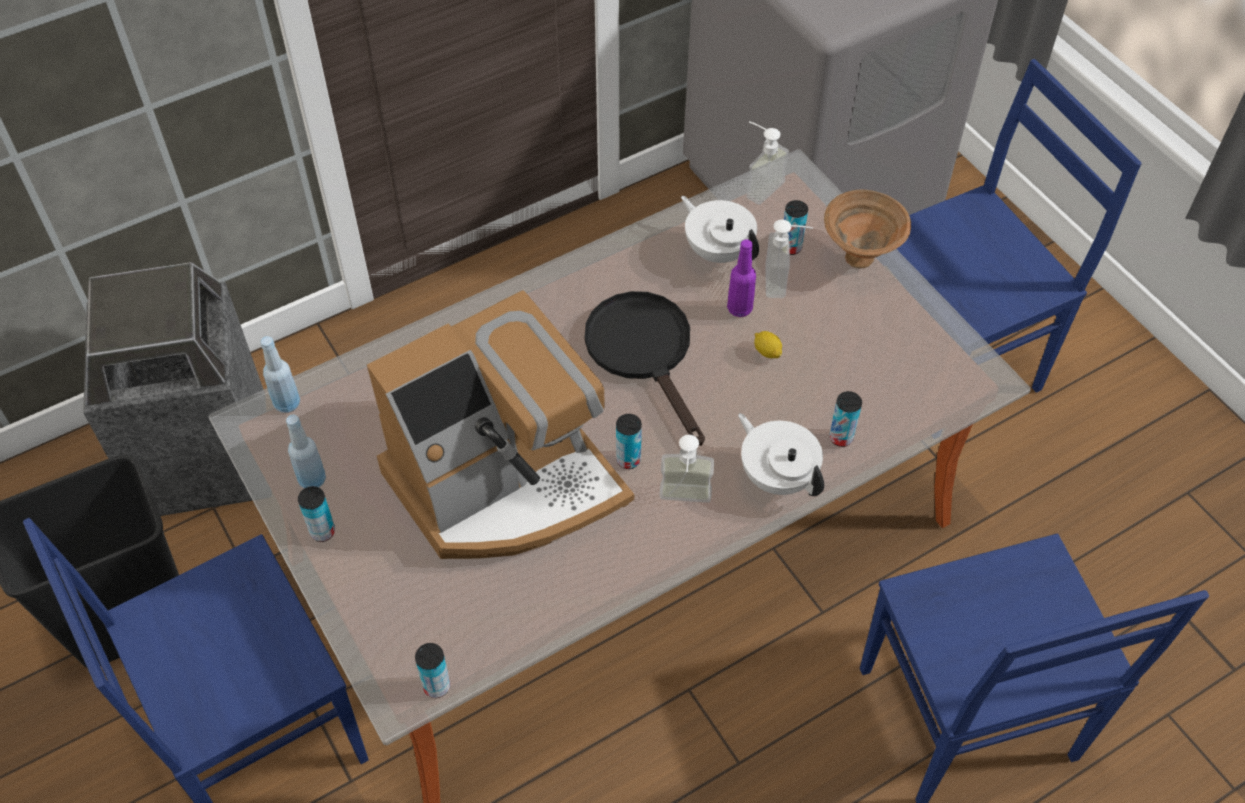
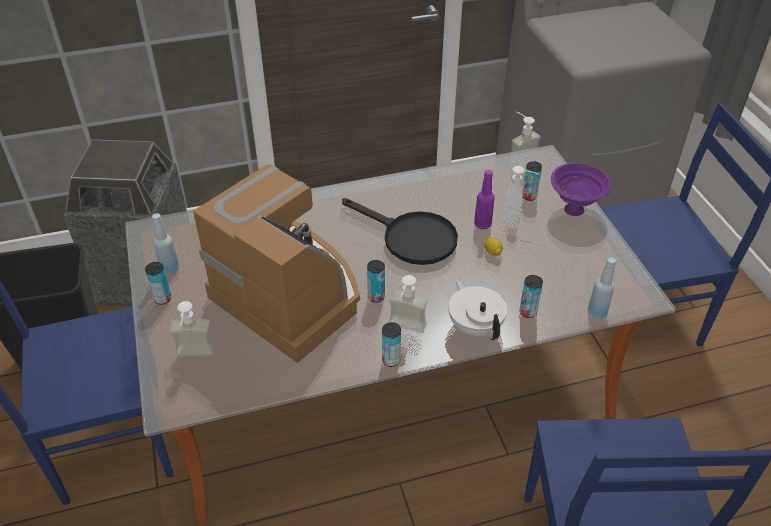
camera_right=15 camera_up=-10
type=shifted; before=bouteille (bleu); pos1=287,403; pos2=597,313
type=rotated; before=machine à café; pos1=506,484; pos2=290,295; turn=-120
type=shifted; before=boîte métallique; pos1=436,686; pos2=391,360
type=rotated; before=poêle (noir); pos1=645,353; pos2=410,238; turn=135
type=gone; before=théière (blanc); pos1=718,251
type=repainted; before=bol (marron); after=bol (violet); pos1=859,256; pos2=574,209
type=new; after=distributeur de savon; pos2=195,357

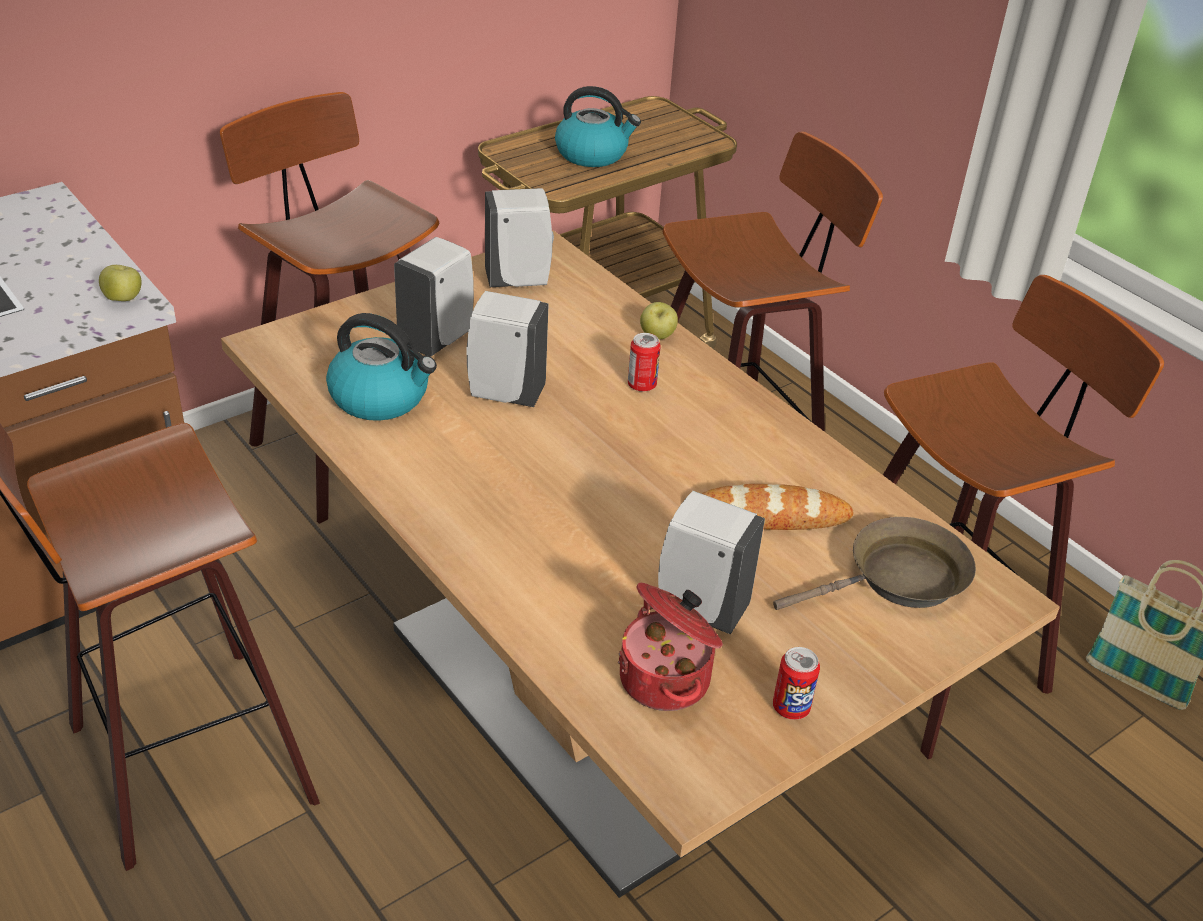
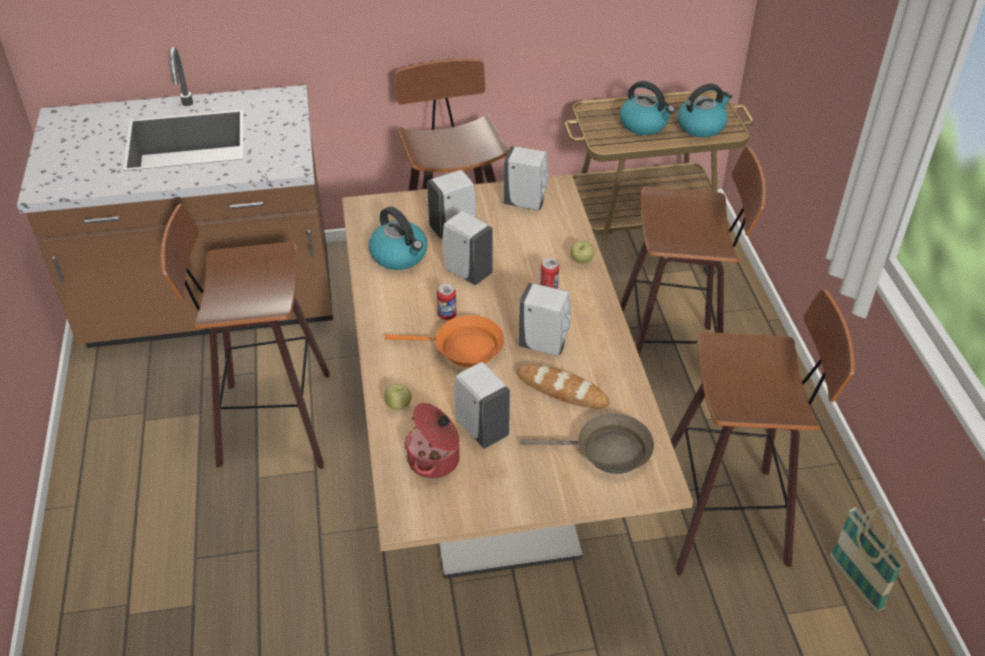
camera_right=30 camera_up=5
type=shifted; before=pomme; pos1=123,299; pos2=398,405
type=shifted; before=boîte métallique; pos1=791,708; pos2=447,315
type=new; after=poêle (orange); pos2=463,349
type=new; after=distributeur de savon (blanc); pos2=545,345
type=new; after=bouilloire; pos2=701,126

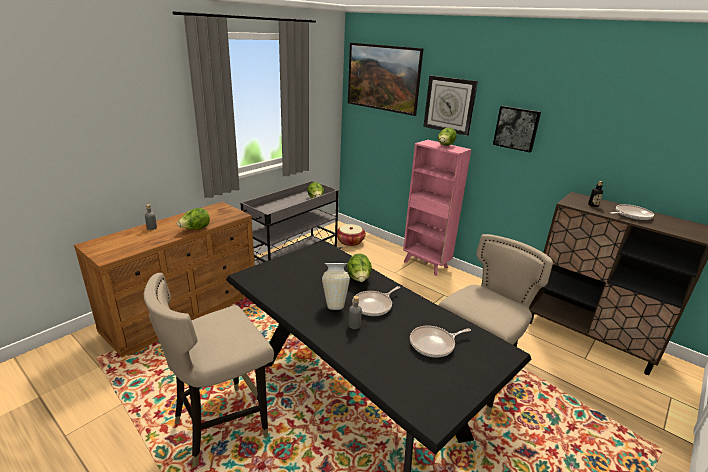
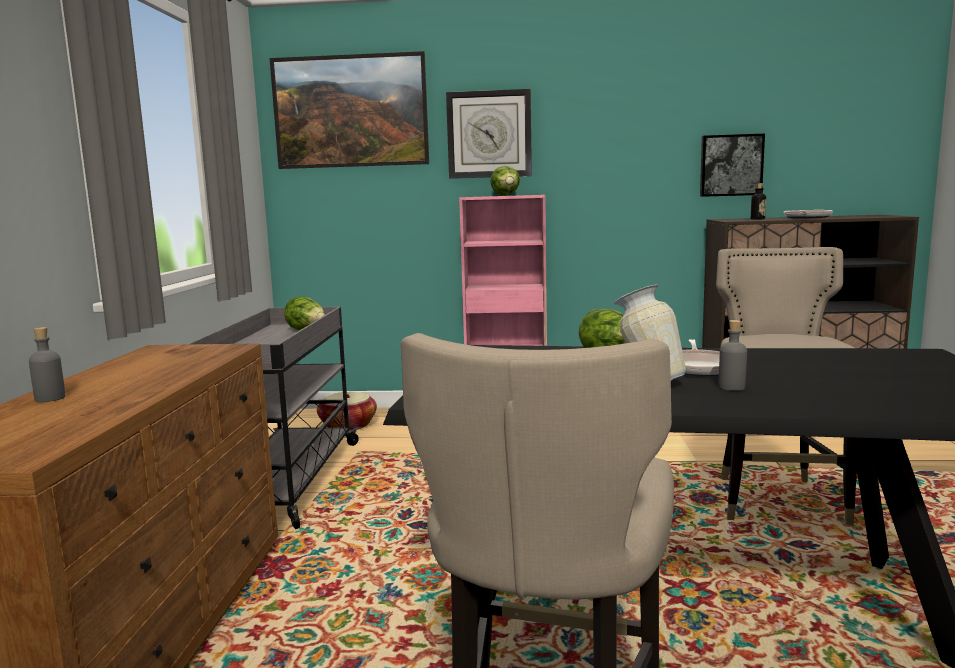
camera_right=-35 camera_up=-15
type=gone; before=laitue; pos1=195,229
type=gone; before=poêle; pos1=434,344
type=shifted; before=tableau; pos1=516,128; pos2=730,165

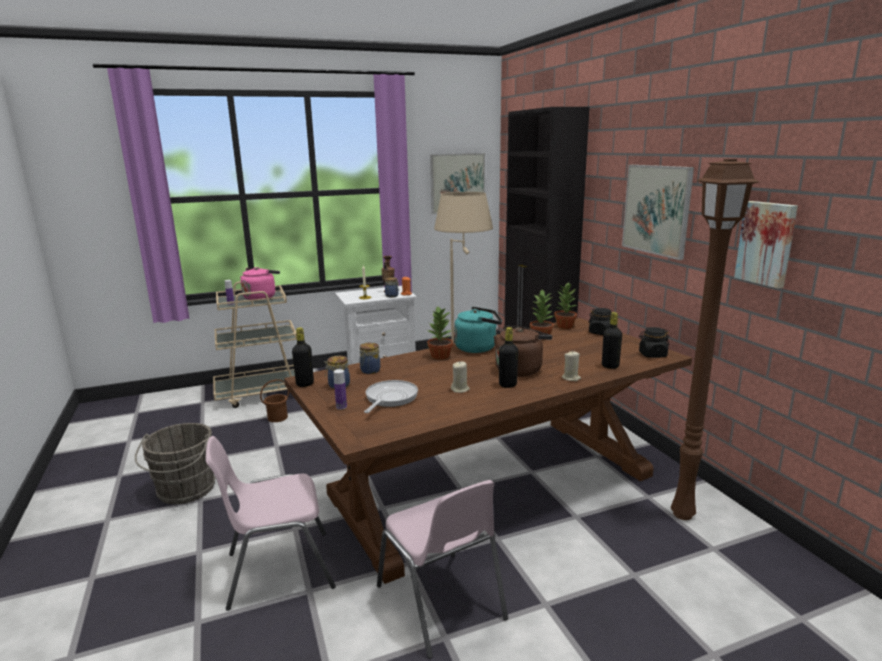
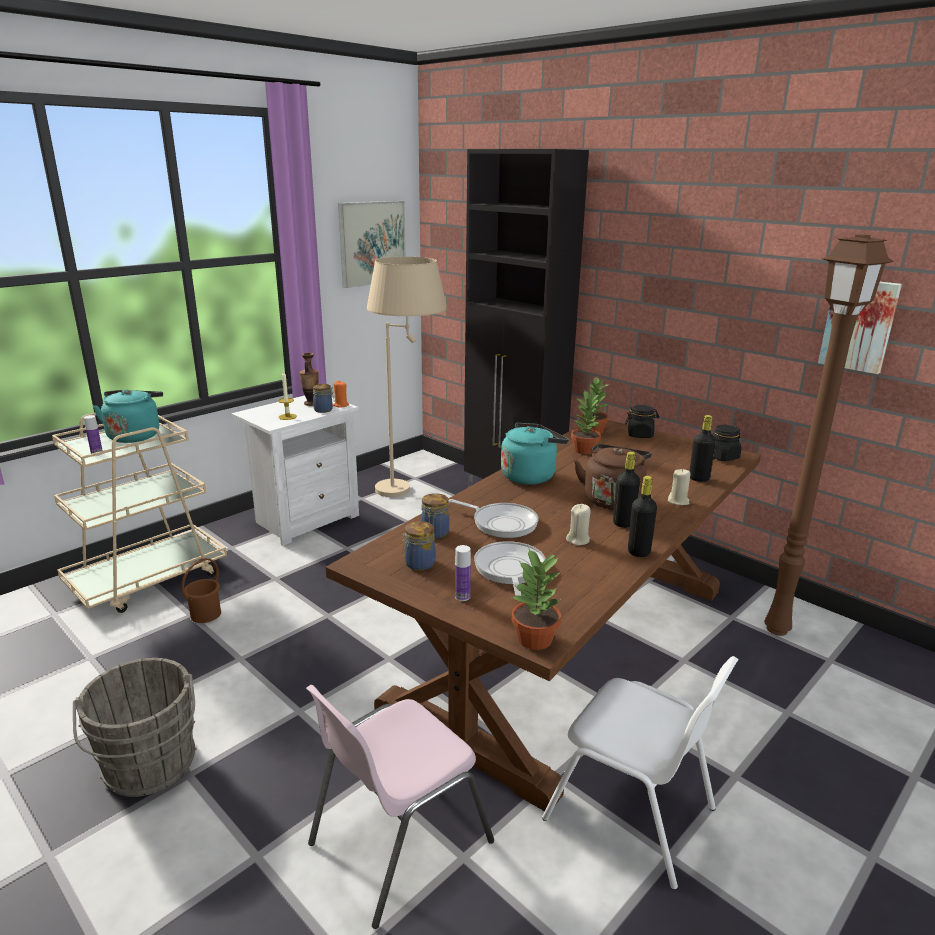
camera_right=-25 camera_up=5
type=repainted; before=bouilloire (rose); after=bouilloire (turquoise); pos1=261,297; pos2=135,435
type=shifted; before=bouteille (noir); pos1=305,384; pos2=639,552
type=repainted; before=chaise (rose); after=chaise (blanc); pos1=441,603; pos2=632,814
type=shifted; before=plante en pot; pos1=440,356; pos2=535,639
type=gone; before=tableau; pos1=656,210
type=new; after=poêle; pos2=501,523

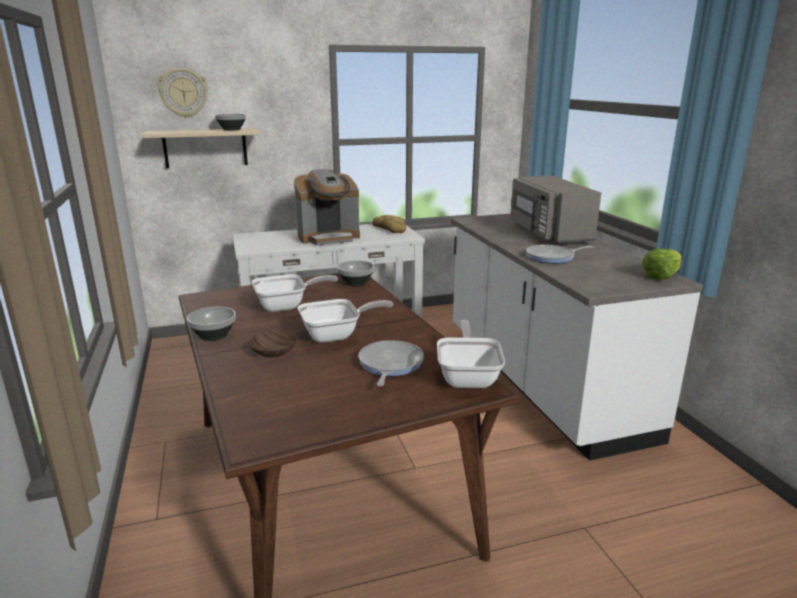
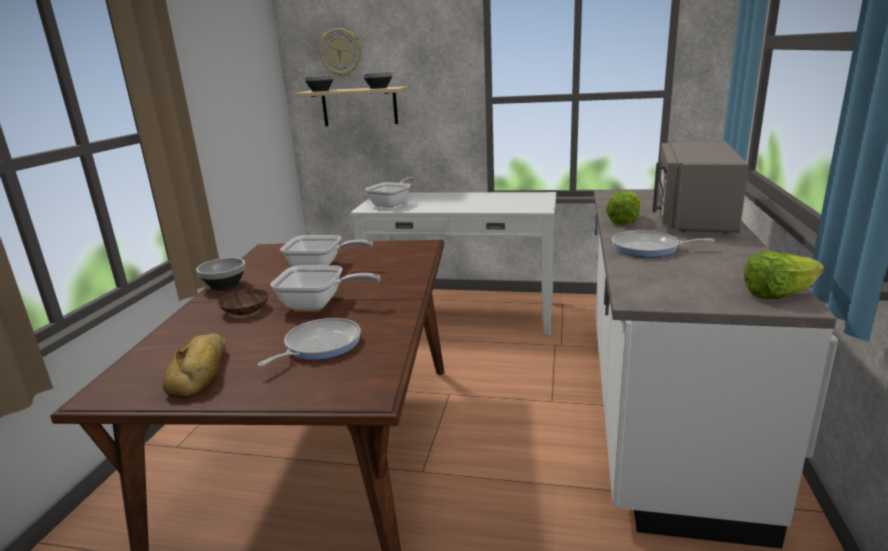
camera_right=30 camera_up=0
type=gone; before=machine à café; pos1=328,237
type=shifted; before=bol; pos1=355,283; pos2=320,90
type=shifted; before=pain; pos1=389,229; pos2=202,371
type=shifted; before=poêle; pos1=468,376; pos2=392,204
type=new; after=laitue; pos2=624,221

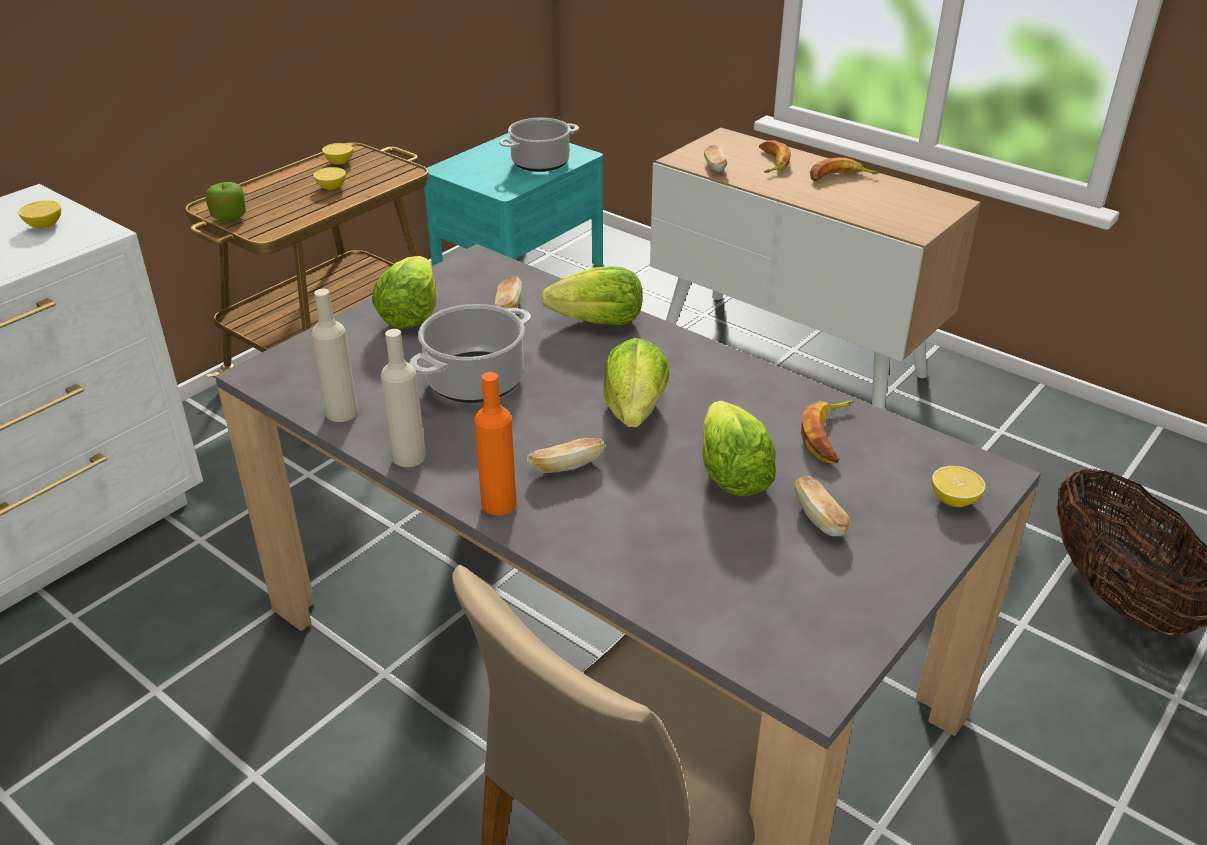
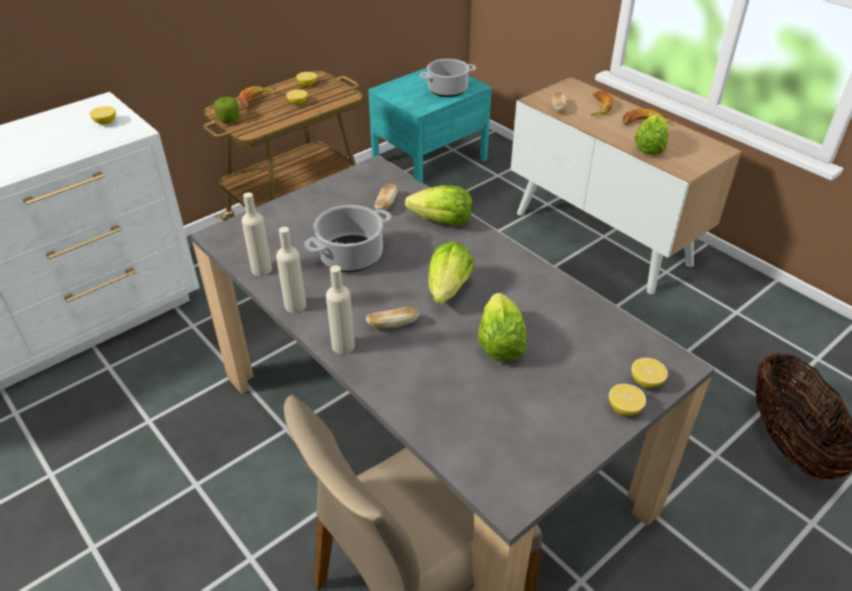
camera_right=10 camera_up=5
type=shifted; before=laitue; pos1=410,315; pos2=649,148
type=repainted; before=bouteille (orange); after=bouteille (beige); pos1=499,504; pos2=343,346
type=gone; before=pain; pos1=819,519
type=shifted; before=banane; pos1=828,436; pos2=256,100
type=new; after=citron; pos2=624,408

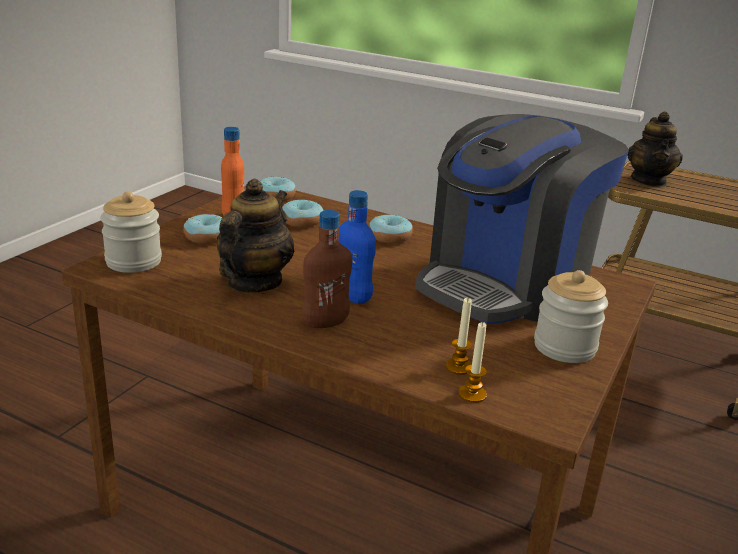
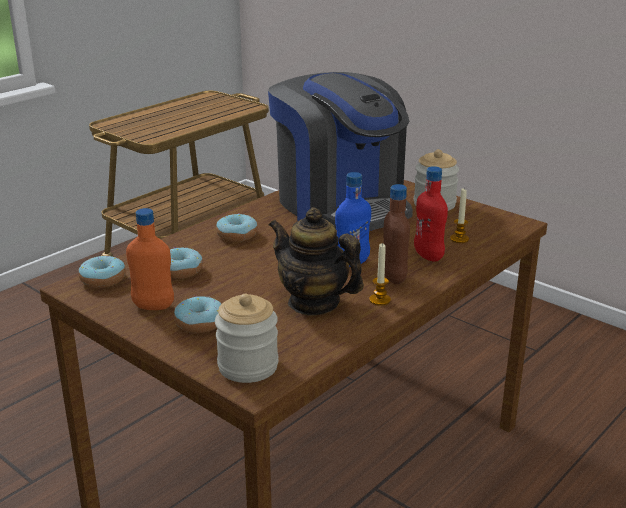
camera_right=-75 camera_up=0
type=shifted; before=bougie; pos1=472,394; pos2=379,300
type=gone; before=théière; pos1=649,181
type=new; after=bouteille (rouge); pos2=428,256

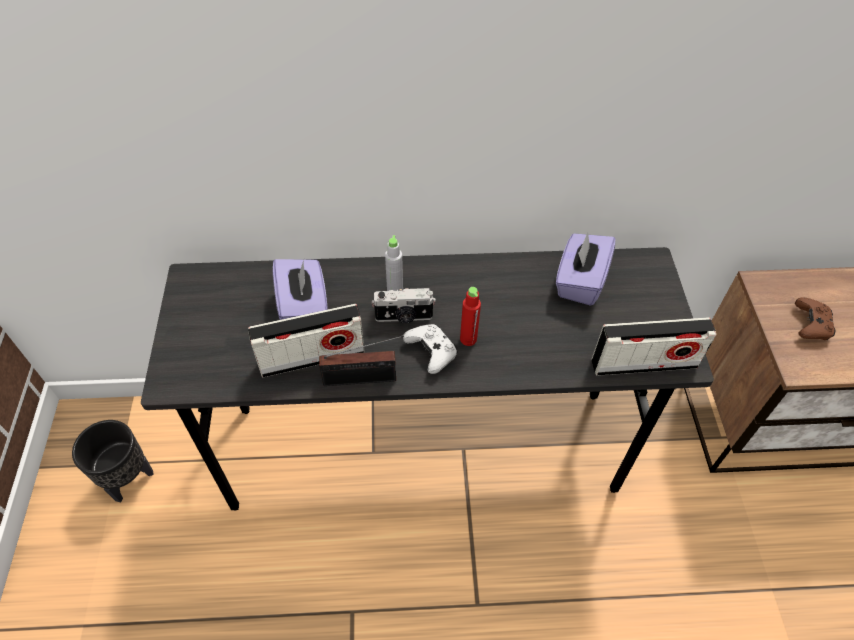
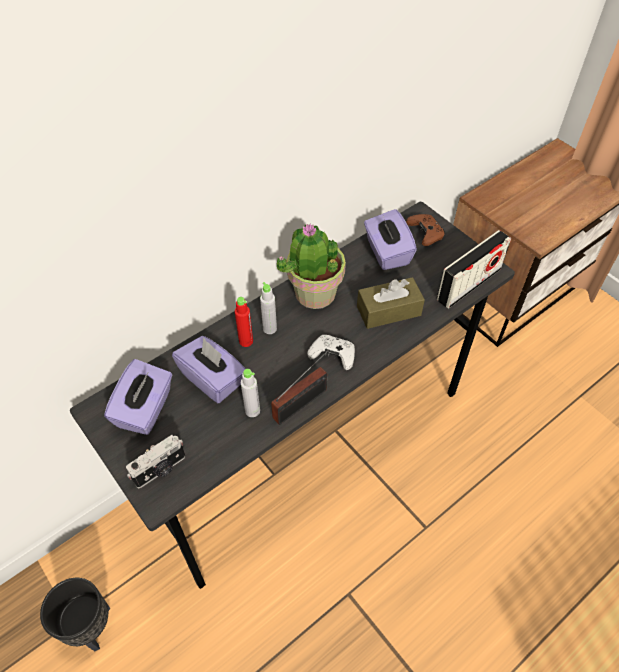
camera_right=-35 camera_up=0
type=swapped; before=radio; after=bouteille (gris); pos1=312,357; pos2=252,410
type=shifted; before=appareil photo; pos1=404,317; pos2=160,470
type=shifted; before=bouteille (rouge); pos1=468,339; pos2=246,341
type=shifted; before=manette (marron); pos1=811,325; pos2=425,234
type=new; after=boîte à mouchoirs (violet); pos2=145,409
type=new; after=plante en pot; pos2=314,293
type=new; after=boîte à mouchoirs (marron); pos2=388,311

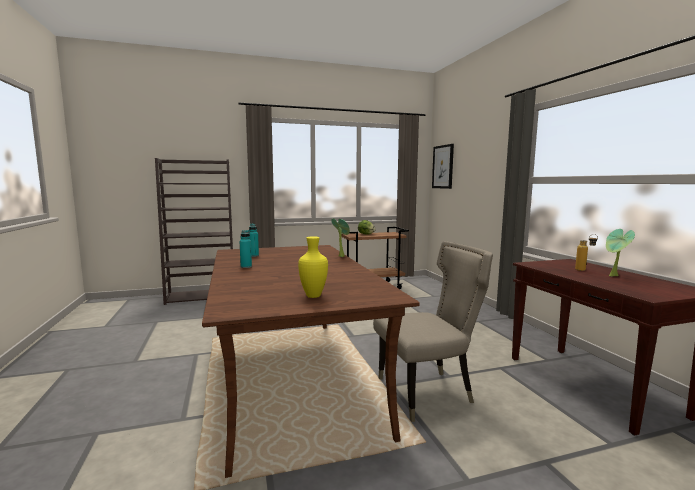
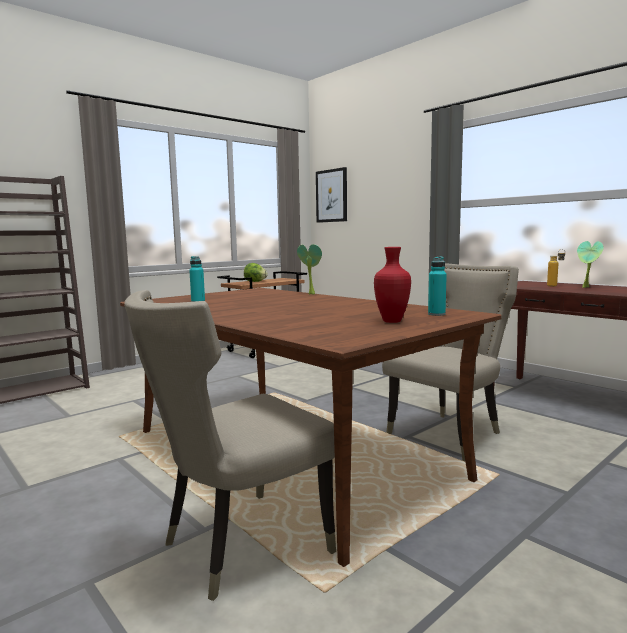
camera_right=-25 camera_up=0
type=shifted; before=bouteille (turquoise); pos1=246,267; pos2=436,314
type=repainted; before=vase (jaune); after=vase (rouge); pos1=314,296; pos2=392,321
type=new; after=chaise (beige); pos2=239,546

